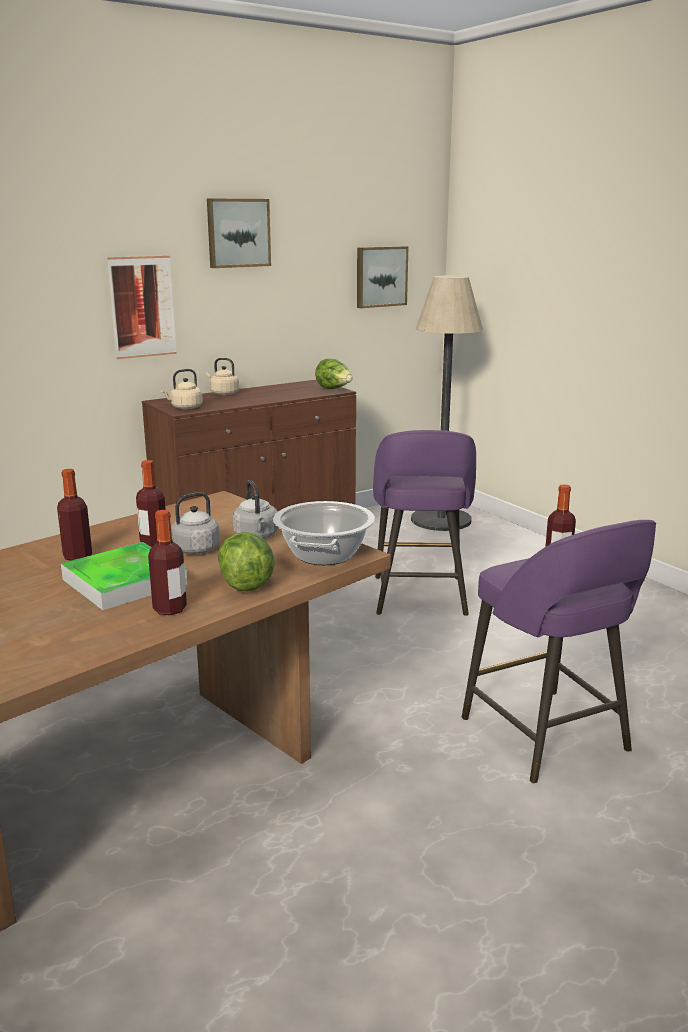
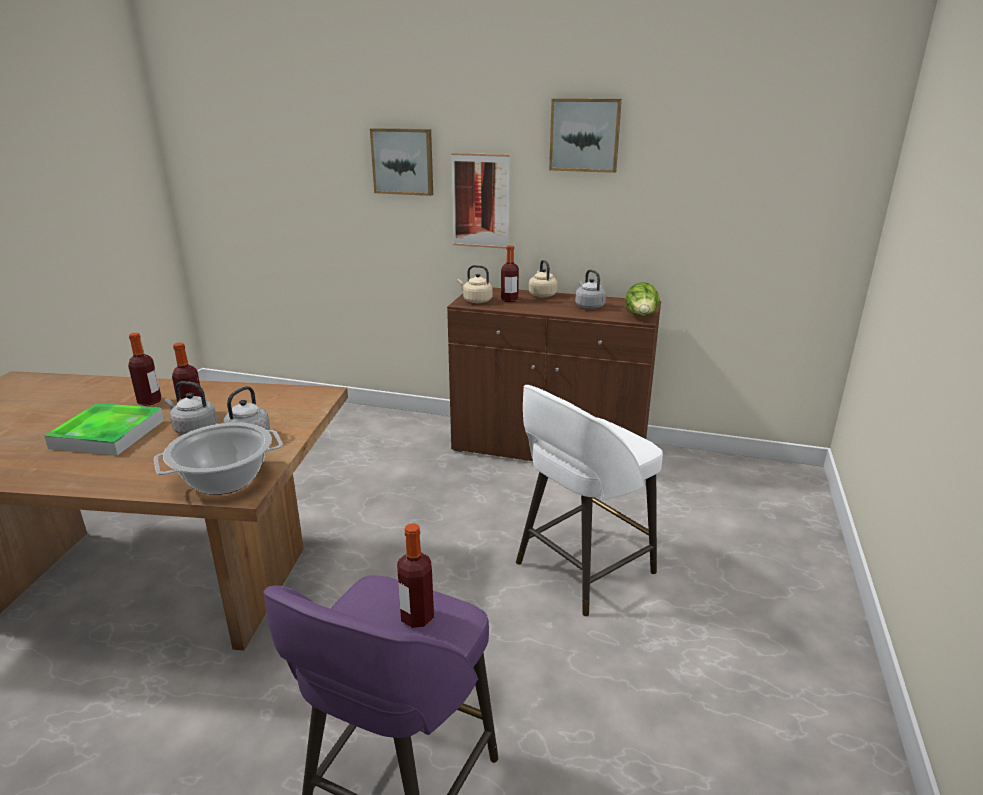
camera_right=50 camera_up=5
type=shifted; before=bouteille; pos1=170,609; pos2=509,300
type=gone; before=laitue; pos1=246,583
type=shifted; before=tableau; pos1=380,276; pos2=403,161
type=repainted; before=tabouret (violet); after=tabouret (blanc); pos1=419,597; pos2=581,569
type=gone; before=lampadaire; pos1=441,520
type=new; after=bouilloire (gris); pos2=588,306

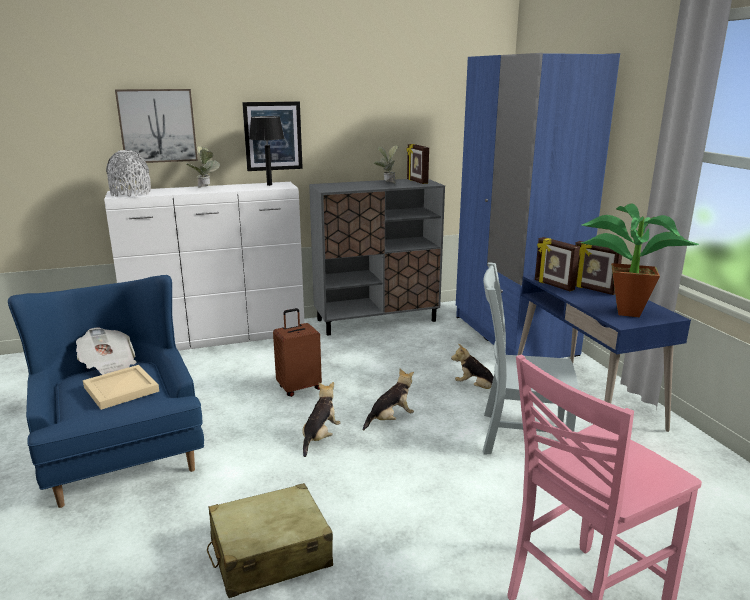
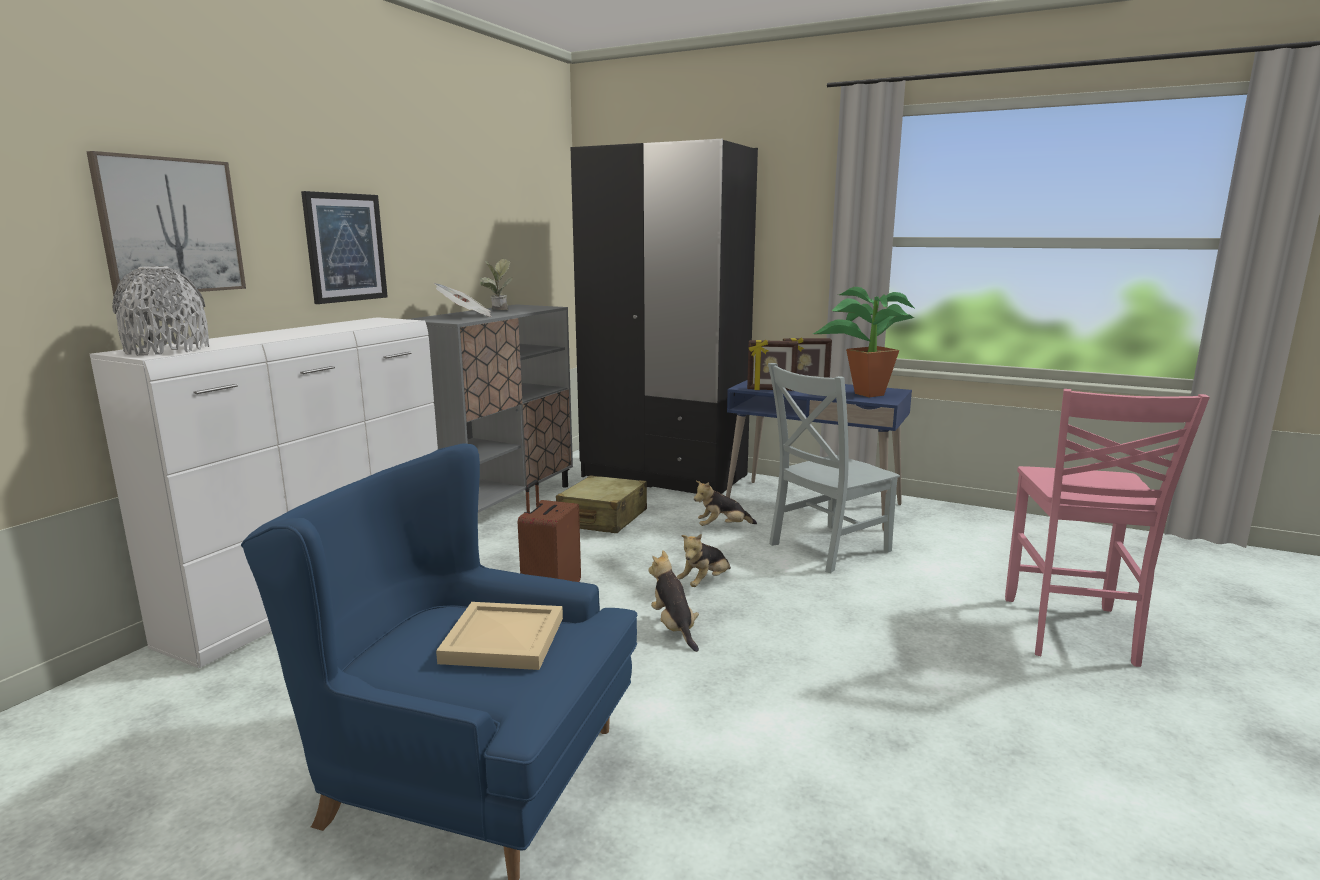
camera_right=-45 camera_up=-5
type=shifted; before=journal; pos1=108,366; pos2=465,316
type=gone; before=plante en pot; pos1=205,188
type=shifted; before=valise (beige); pos1=270,554; pos2=602,519
type=gone; before=lampe de table (noir); pos1=269,185
type=rotated; before=peluche; pos1=390,419; pos2=705,582; turn=-150
type=gone; before=cadre photo; pos1=416,181
type=repainted; before=armoire (bleu); after=armoire (noir); pos1=513,335; pos2=664,476

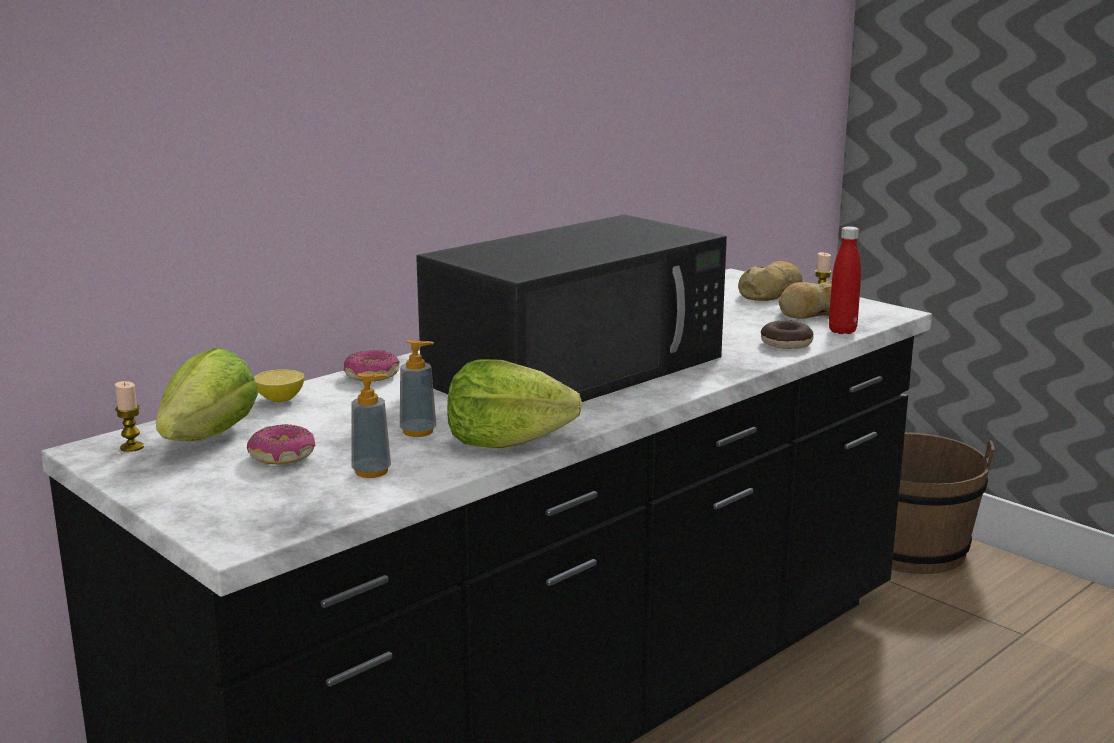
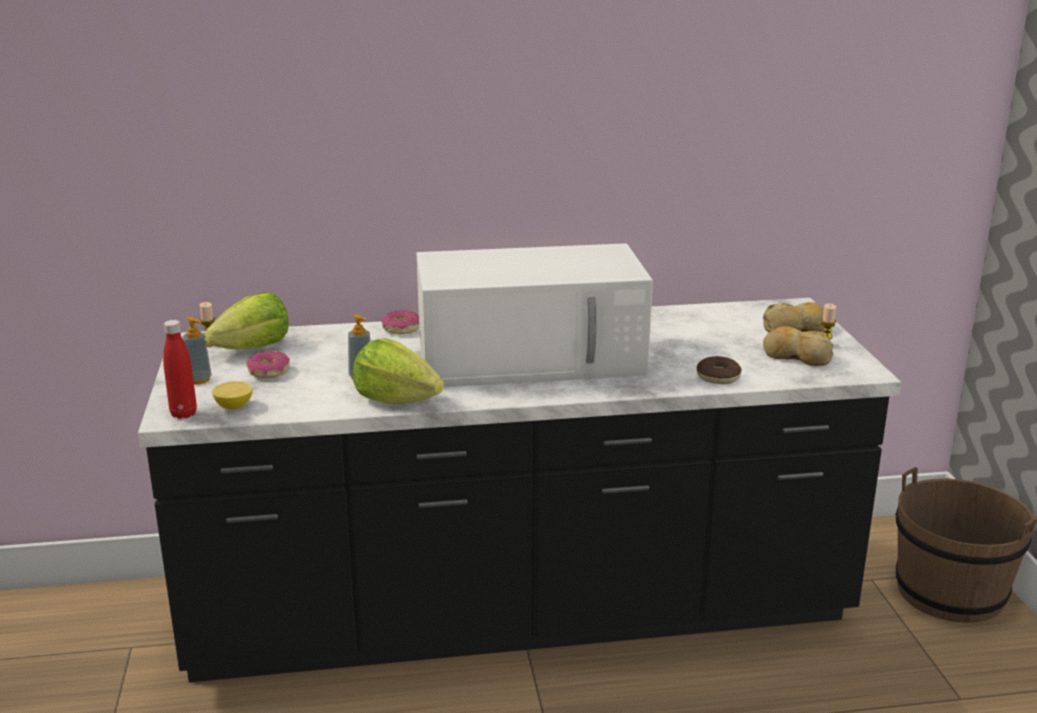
camera_right=35 camera_up=5
type=shifted; before=citron; pos1=280,399; pos2=233,406
type=shifted; before=distributeur de savon; pos1=371,471; pos2=199,380
type=repainted; before=micro-ondes (noir); after=micro-ondes (blanc); pos1=578,368; pos2=533,358
type=shifted; before=bouteille (rouge); pos1=842,331; pos2=183,414

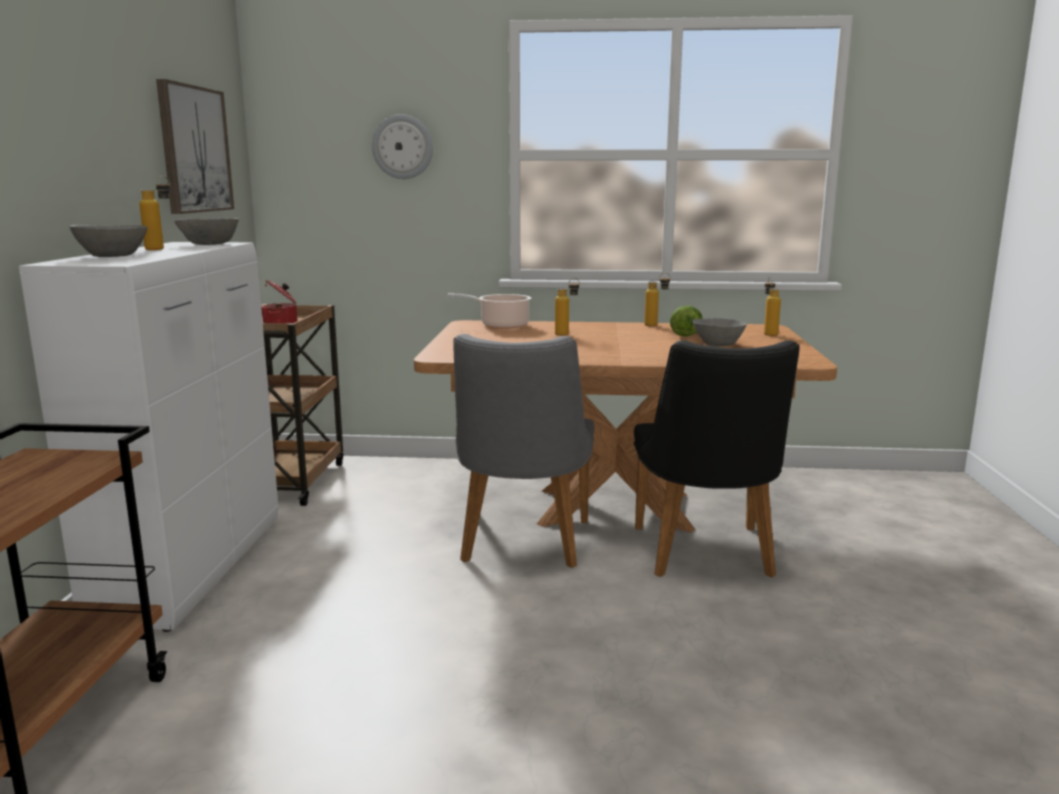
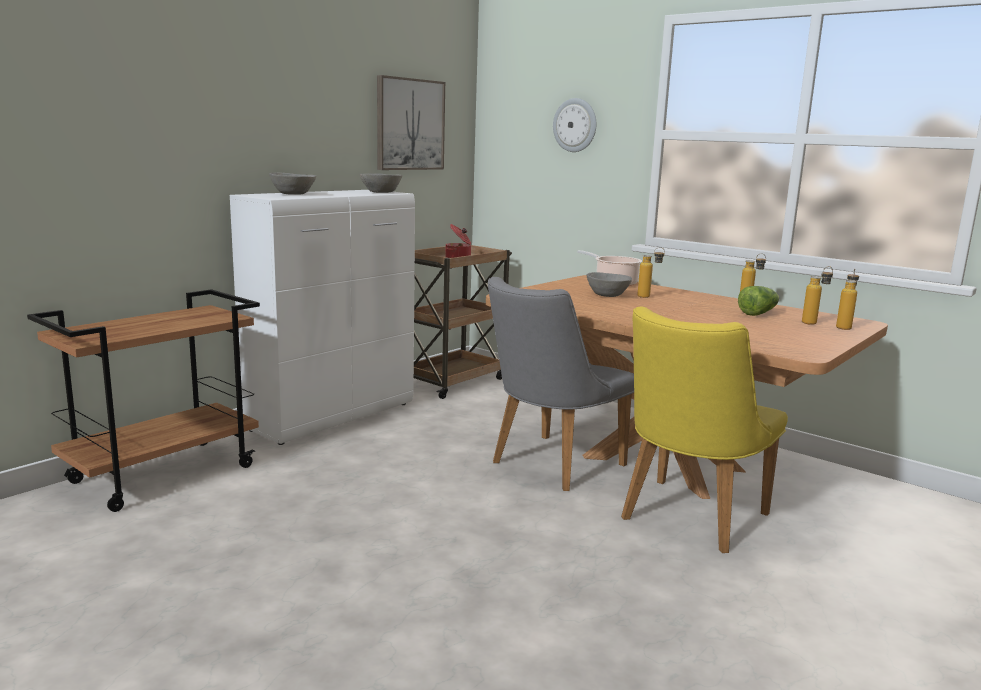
camera_right=35 camera_up=0
type=shifted; before=bouteille; pos1=161,249; pos2=814,323
type=repainted; before=chaise (noir); after=chaise (jaune); pos1=706,557; pos2=686,520
type=shifted; before=bol (gris); pos1=718,344; pos2=608,295

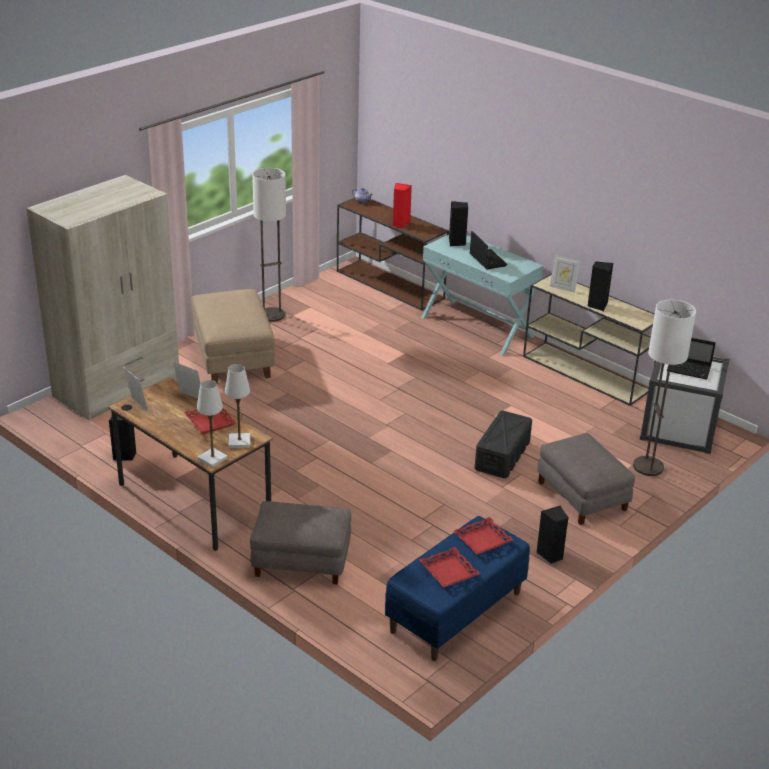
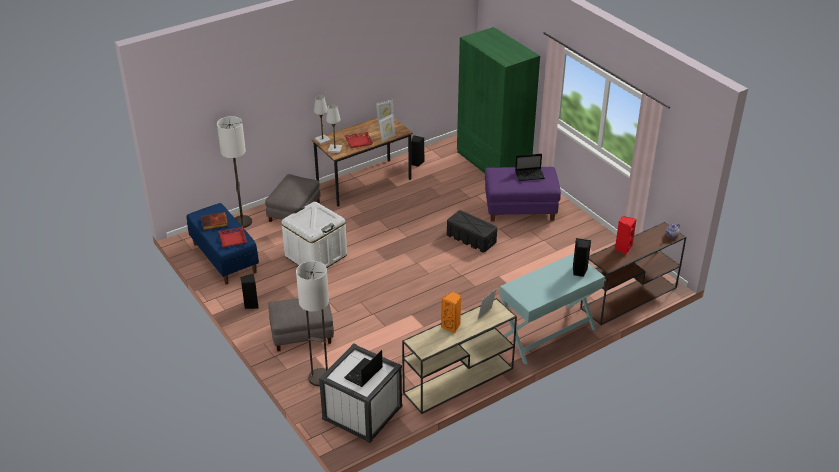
camera_right=105 camera_up=5
type=repainted; before=armoire (beige); after=armoire (vert); pos1=117,387; pos2=493,163
type=repainted; before=pouf (beige); after=pouf (violet); pos1=233,358; pos2=520,208
type=shifted; before=lampadaire; pos1=272,315; pos2=242,222
type=swapped; before=plateau (rouge); after=livre; pos1=449,571; pos2=214,223
type=shifted; before=ordinateur portable; pos1=487,260; pos2=530,175
type=shifted; before=boîte de rangement (noir); pos1=502,455; pos2=471,239
type=repainted; before=enceinte (noir); after=enceinte (orange); pos1=597,305; pos2=452,326
type=new; after=boîte de rangement (blanc); pos2=316,255

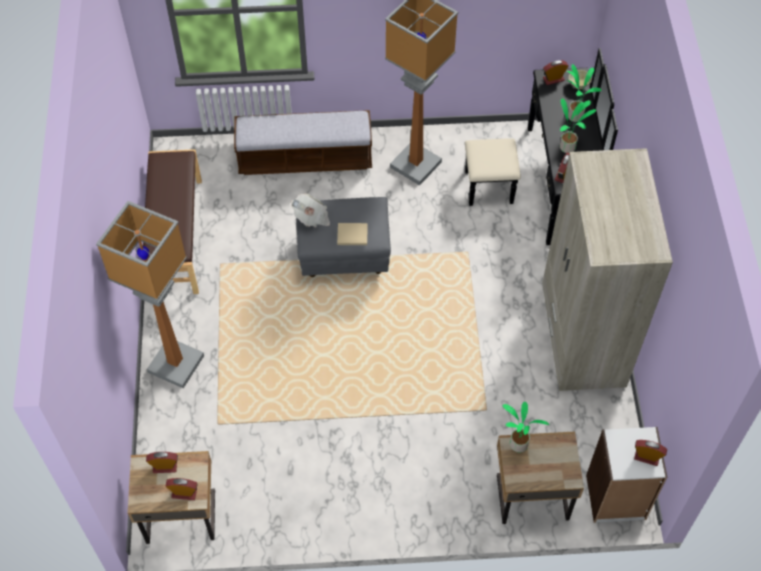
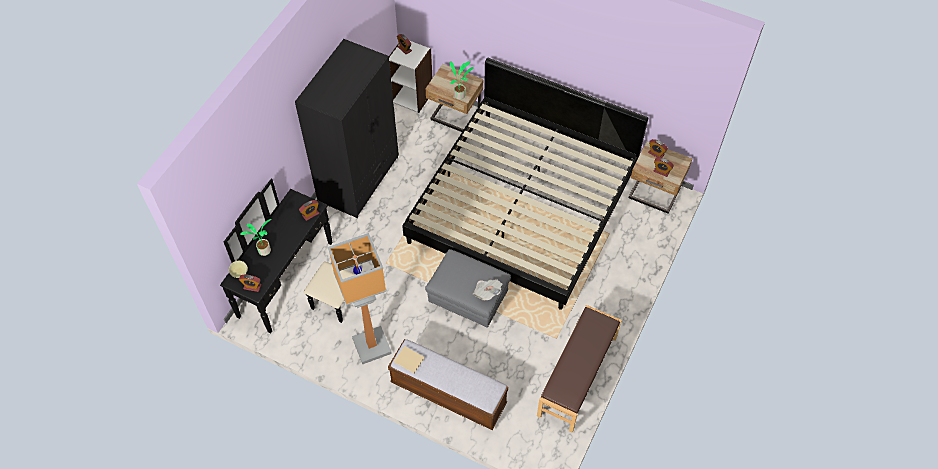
camera_right=-150 camera_up=0
type=gone; before=lampadaire; pos1=177,363
type=shifted; before=livre (beige); pos1=351,235; pos2=410,360
type=repainted; before=armoire (beige); after=armoire (noir); pos1=582,336; pos2=359,179
type=gone; before=plante en pot; pos1=568,148
type=new; after=lit; pos2=522,206

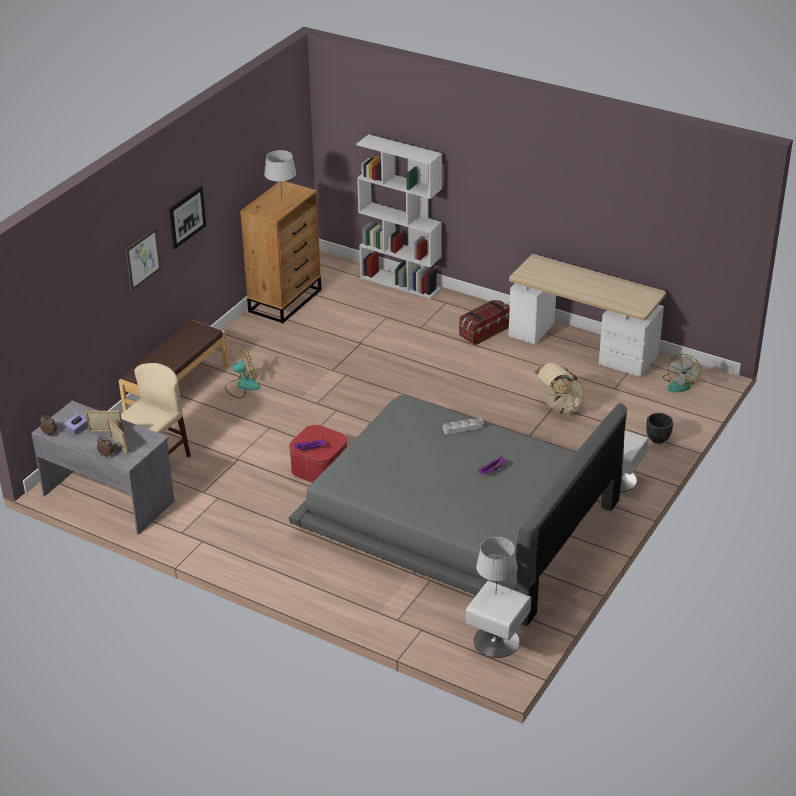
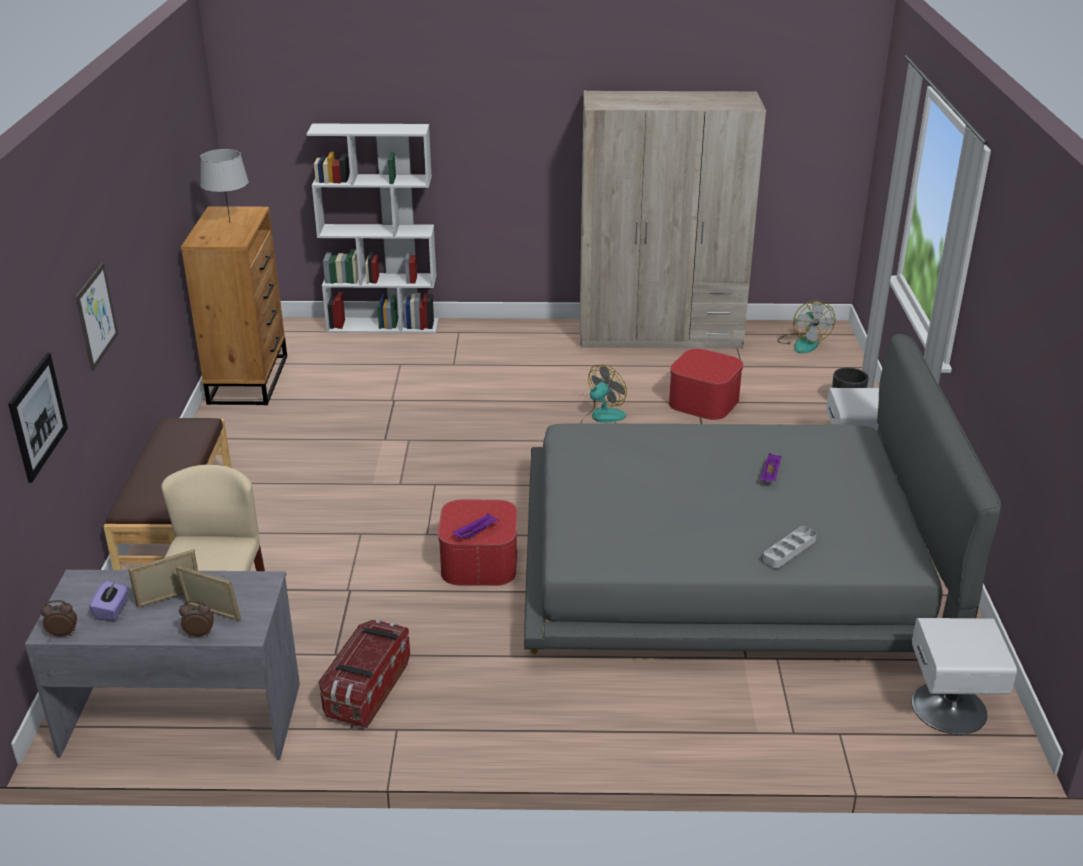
camera_right=-30 camera_up=-5
type=shifted; before=tableau; pos1=187,217; pos2=37,416
type=shifted; before=ventilateur; pos1=242,386; pos2=602,419
type=shifted; before=plateau (gris); pos1=463,428; pos2=789,550
type=shifted; before=boîte de rangement; pos1=484,331; pos2=367,690
type=gone; before=lampe de table (gris); pos1=496,594
type=swapped; before=bureau; after=armoire (beige); pos1=582,346; pos2=660,335
type=swapped; before=sac à dos (beige); after=pouf; pos1=559,407; pos2=703,401

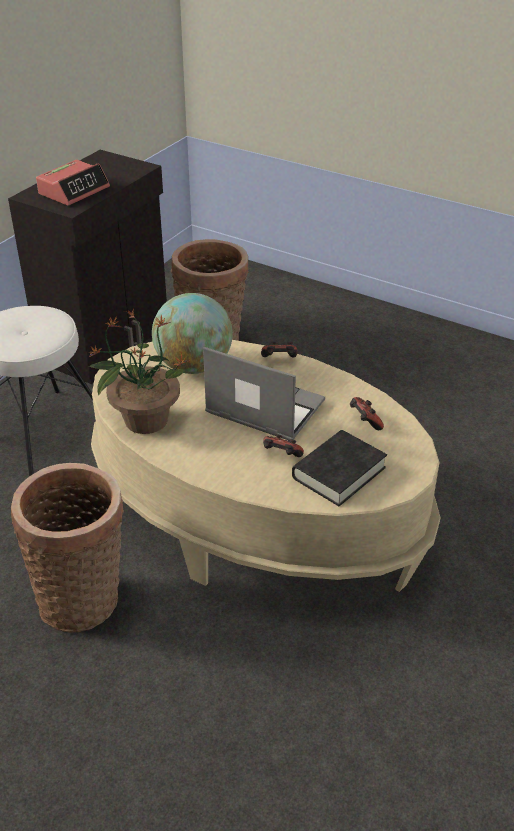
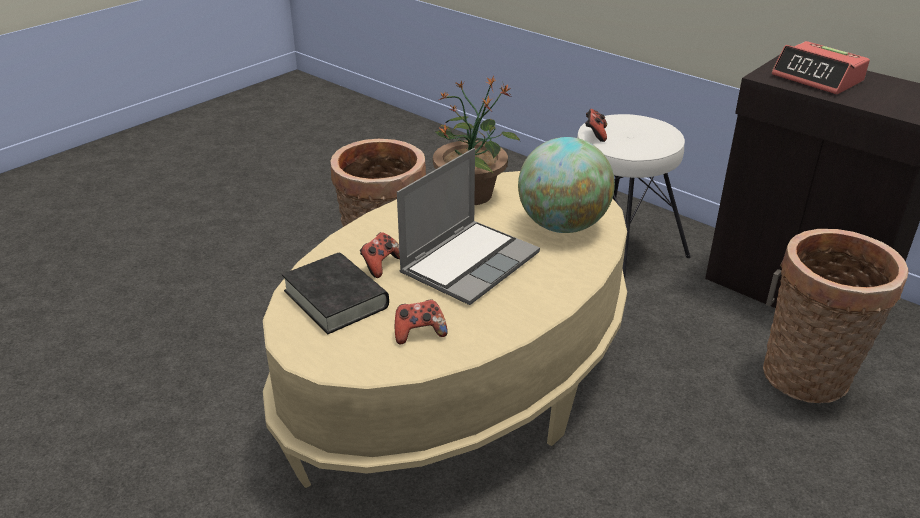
camera_right=100 camera_up=-5
type=shifted; before=manette; pos1=279,360; pos2=595,134

